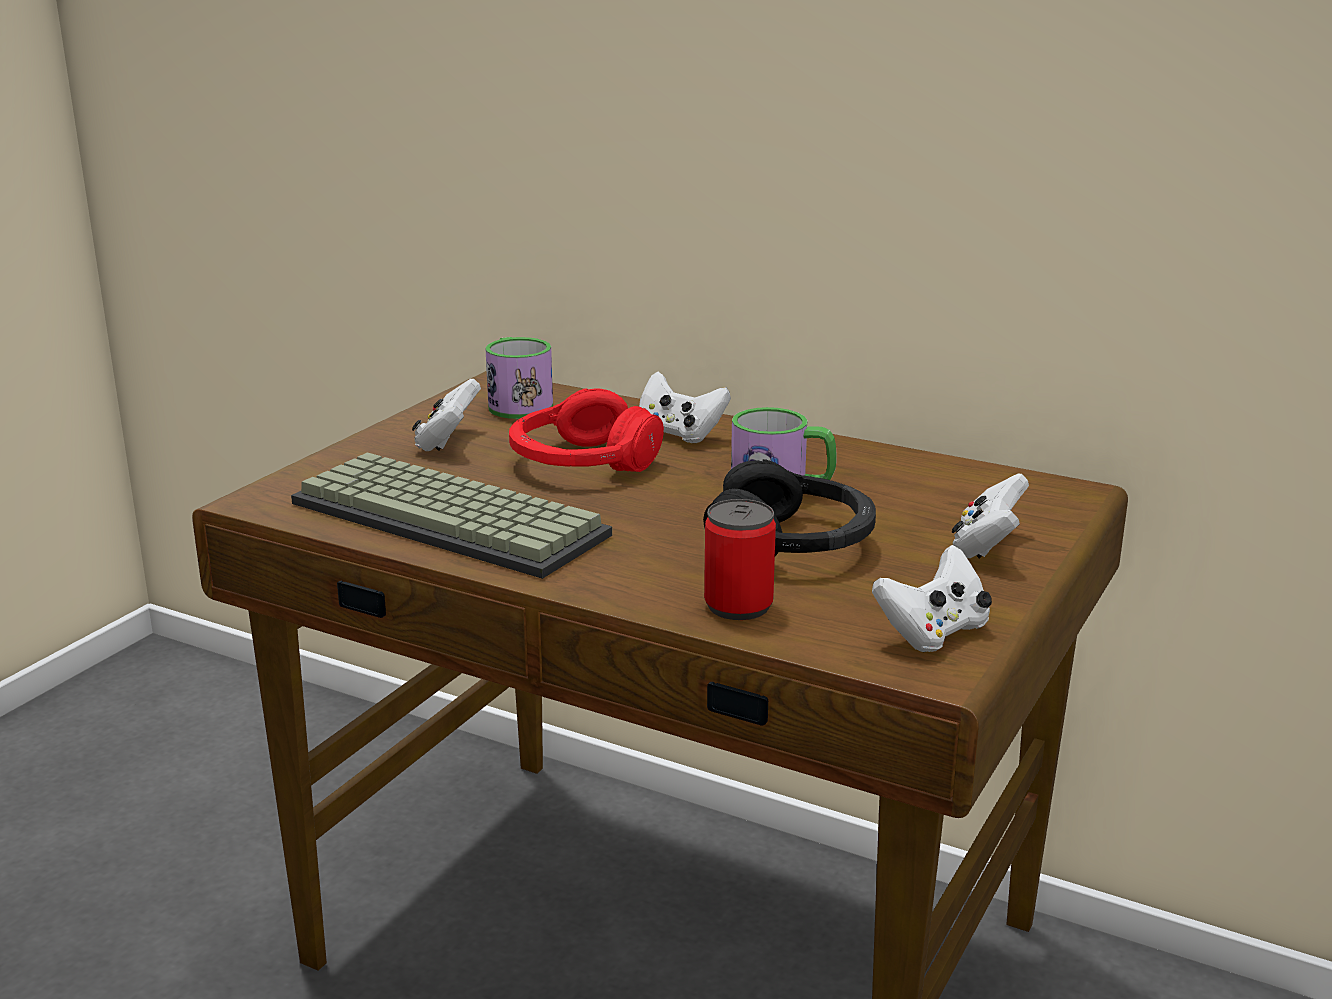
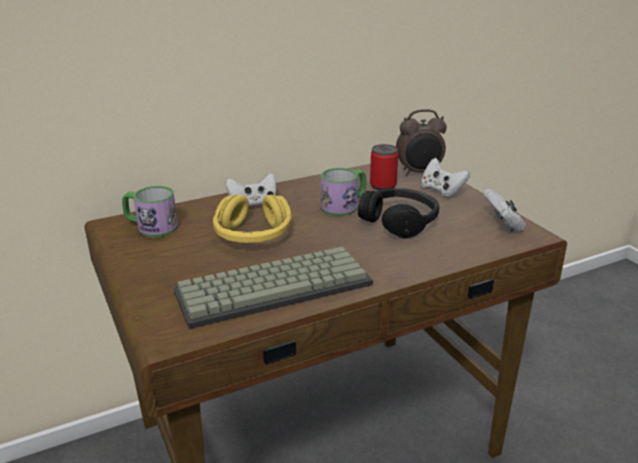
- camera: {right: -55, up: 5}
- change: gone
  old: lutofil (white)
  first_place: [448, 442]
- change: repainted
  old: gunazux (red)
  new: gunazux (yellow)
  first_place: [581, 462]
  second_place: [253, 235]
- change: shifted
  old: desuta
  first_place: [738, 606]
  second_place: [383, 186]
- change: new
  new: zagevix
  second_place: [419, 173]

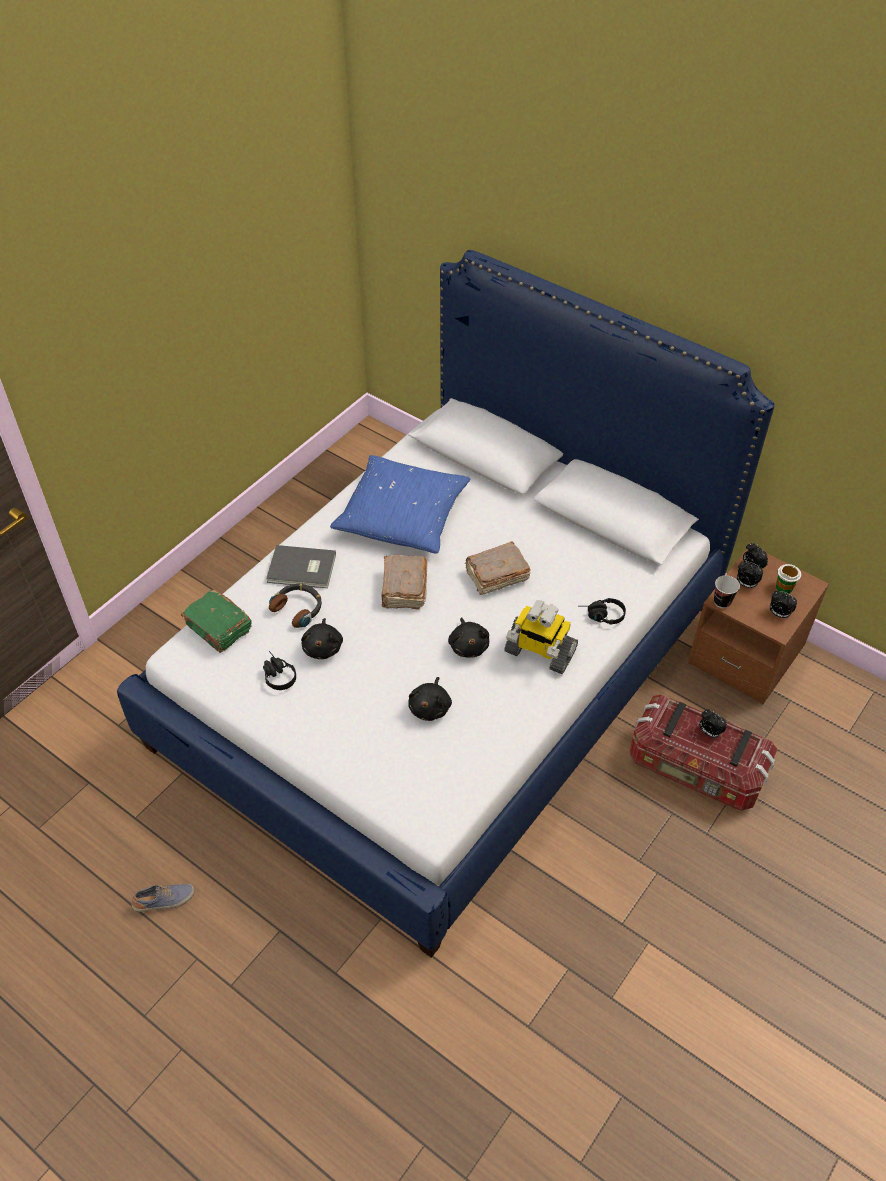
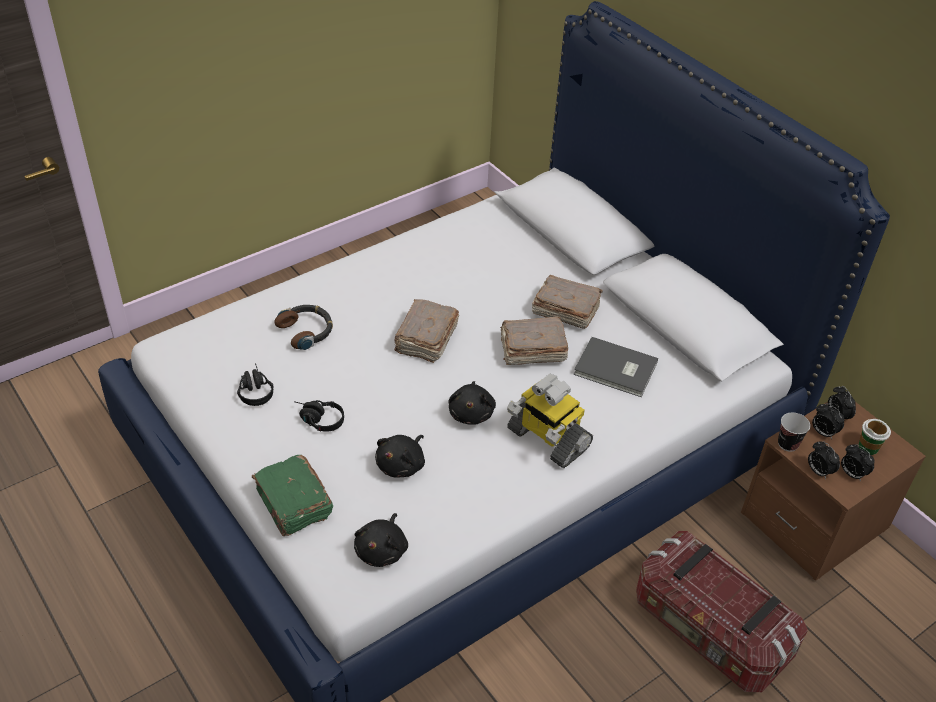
- camera: {right: 15, up: -5}
- change: gone
  old: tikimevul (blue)
  first_place: [402, 516]
- change: shifted
  old: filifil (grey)
  first_place: [302, 569]
  second_place: [616, 370]
- change: shifted
  old: filifil (green)
  first_place: [219, 628]
  second_place: [293, 504]
- change: shifted
  old: gunazux (black)
  first_place: [601, 616]
  second_place: [317, 420]
- change: shifted
  old: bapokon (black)
  first_place: [323, 647]
  second_place: [382, 550]
- change: shifted
  old: zagevix
  first_place: [709, 732]
  second_place: [818, 471]
- change: gone
  old: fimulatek
  first_place: [164, 901]
- change: new
  new: filifil (brown)
  second_place: [564, 310]

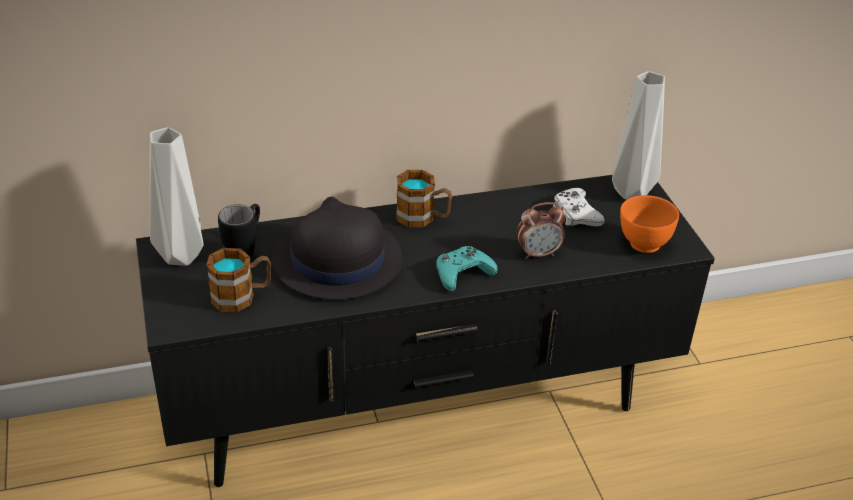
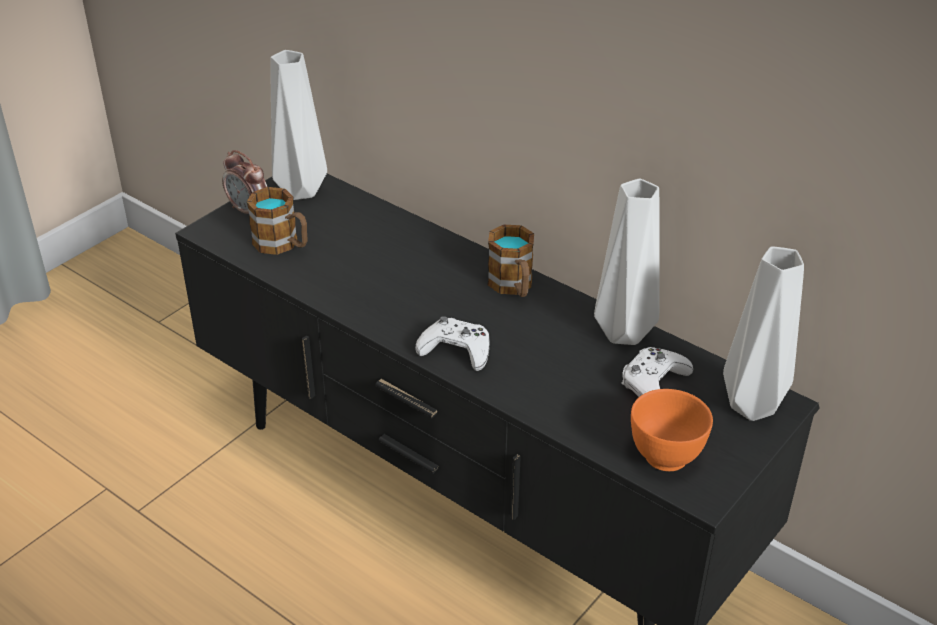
- camera: {right: 55, up: 0}
- change: gone
  old: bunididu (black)
  first_place: [336, 260]
- change: shifted
  old: zagevix
  first_place: [538, 253]
  second_place: [249, 211]
- change: gone
  old: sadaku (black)
  first_place: [245, 251]
- change: repainted
  old: lutofil (turquoise)
  new: lutofil (white)
  first_place: [462, 273]
  second_place: [456, 350]
- change: new
  new: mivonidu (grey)
  second_place: [622, 331]

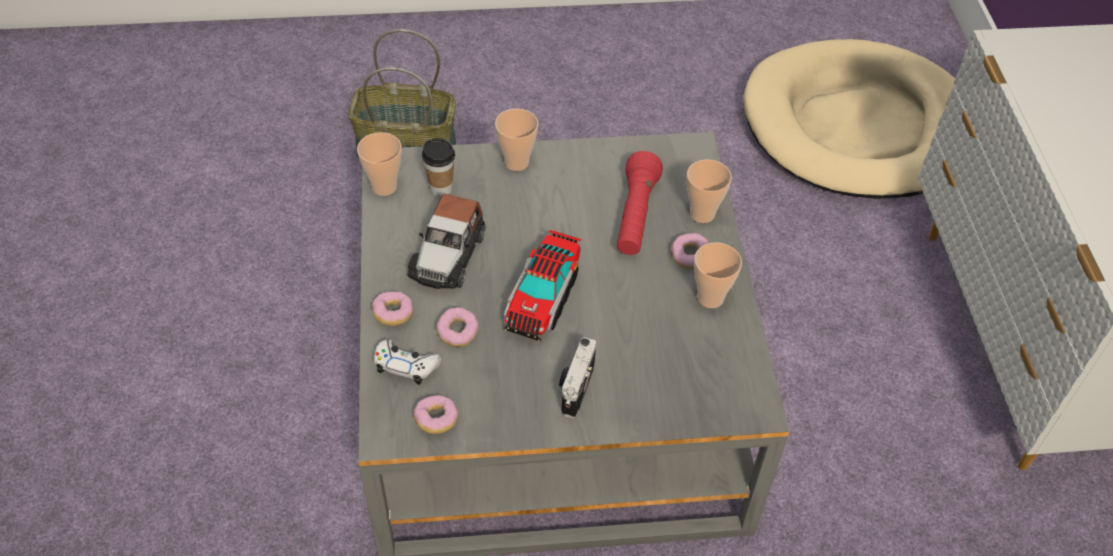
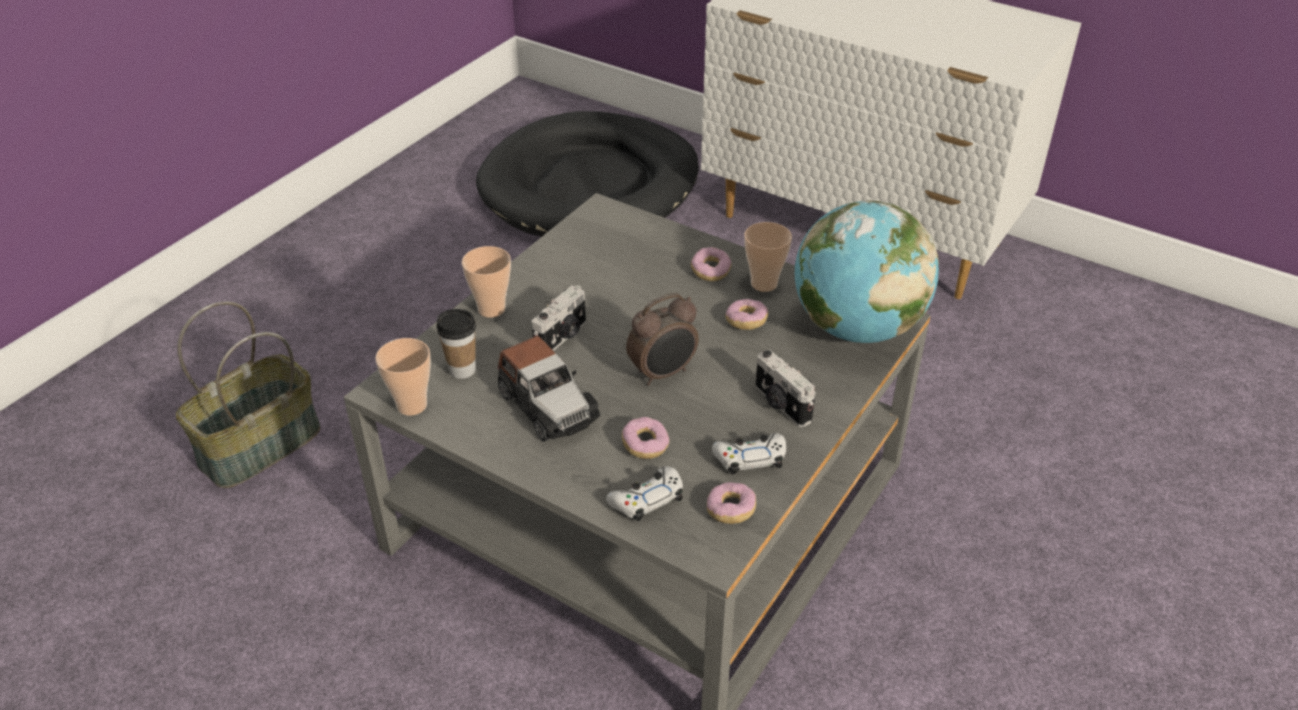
- camera: {right: -50, up: -10}
- change: repainted
  old: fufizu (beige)
  new: fufizu (black)
  first_place: [859, 127]
  second_place: [590, 185]
- change: gone
  old: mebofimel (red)
  first_place: [635, 216]
- change: gone
  old: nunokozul
  first_place: [702, 214]
- change: swapped
  old: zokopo
  new: zagevix
  first_place: [542, 298]
  second_place: [663, 373]
- change: shifted
  old: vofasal
  first_place: [393, 314]
  second_place: [746, 322]
- change: new
  new: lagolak
  second_place: [856, 327]
- change: new
  new: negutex
  second_place: [562, 337]
- change: new
  new: lutofil (white)
  second_place: [750, 458]

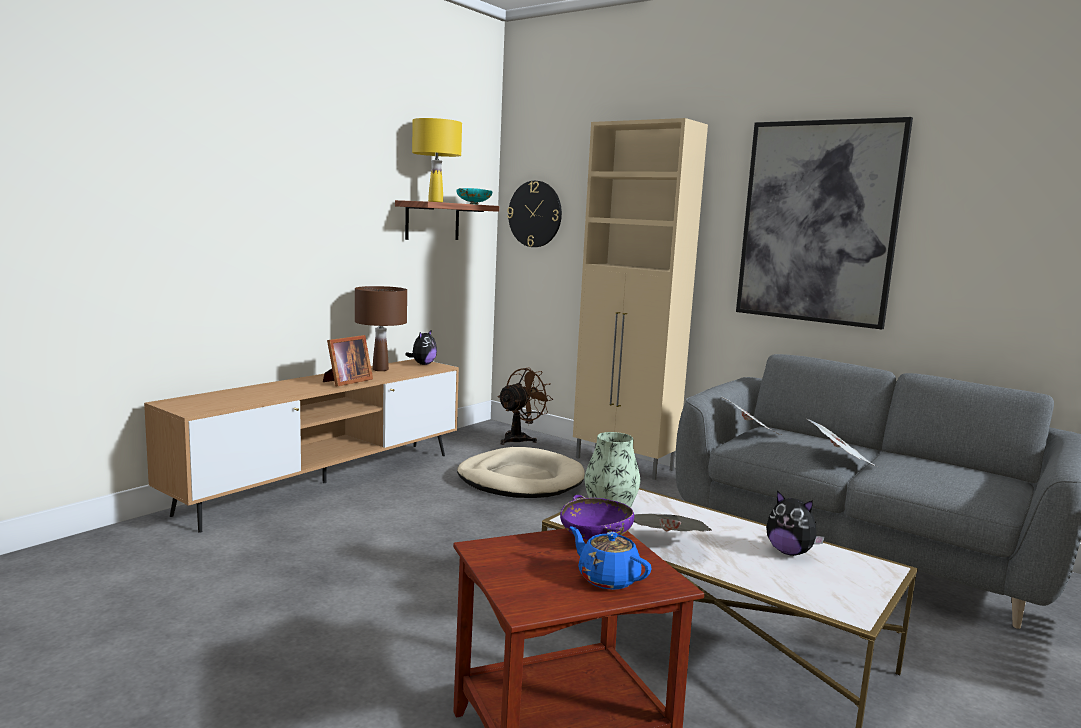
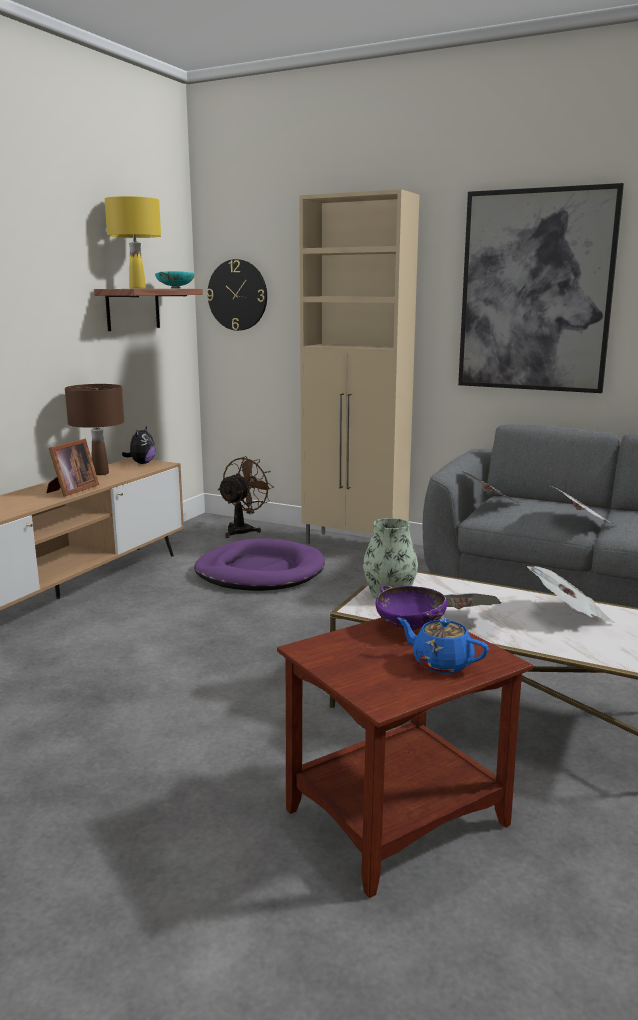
- camera: {right: -10, up: 5}
- change: repainted
  old: fufizu (beige)
  new: fufizu (purple)
  first_place: [520, 479]
  second_place: [260, 572]
- change: swapped
  old: bapokon
  new: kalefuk
  first_place: [789, 552]
  second_place: [568, 615]

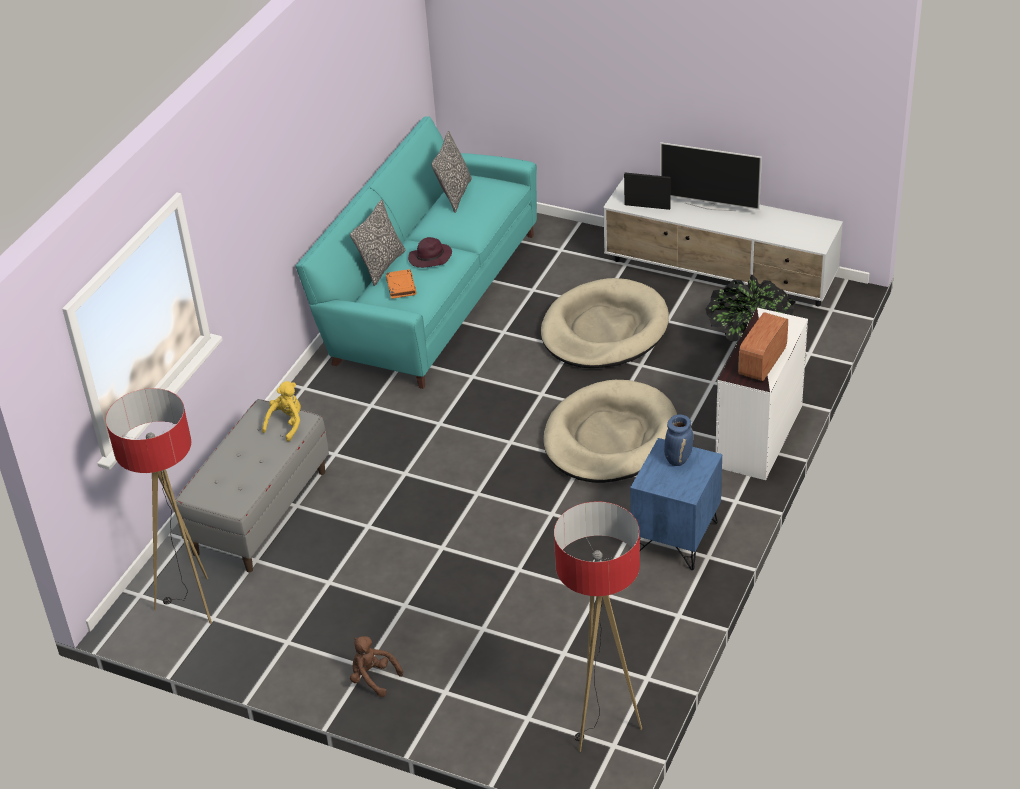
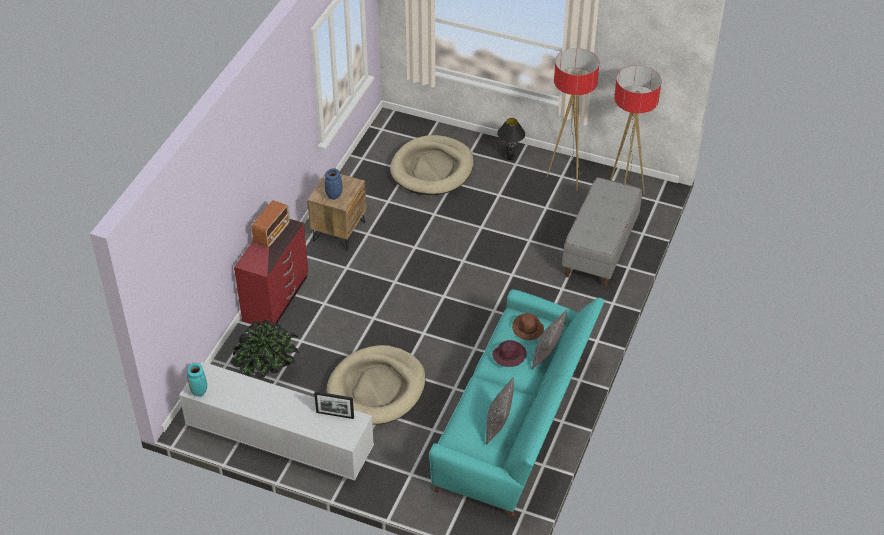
- camera: {right: 175, up: 5}
- change: gone
  old: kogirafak
  first_place: [710, 206]
- change: swapped
  old: filifil (orange)
  new: bunididu (brown)
  first_place: [400, 286]
  second_place: [528, 329]
- change: repainted
  old: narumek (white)
  new: narumek (red)
  first_place: [758, 436]
  second_place: [276, 298]
- change: shifted
  old: fufizu (beige)
  first_place: [610, 438]
  second_place: [432, 169]
- change: gone
  old: bapokon (yellow)
  first_place: [287, 424]
- change: repainted
  old: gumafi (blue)
  new: gumafi (brown)
  first_place: [676, 538]
  second_place: [338, 231]
- change: shifted
  old: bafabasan
  first_place: [602, 726]
  second_place: [567, 178]
- change: swapped
  old: bapokon (brown)
  new: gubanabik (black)
  first_place: [373, 678]
  second_place: [510, 158]
- change: new
  new: mivonidu (turquoise)
  second_place: [199, 392]

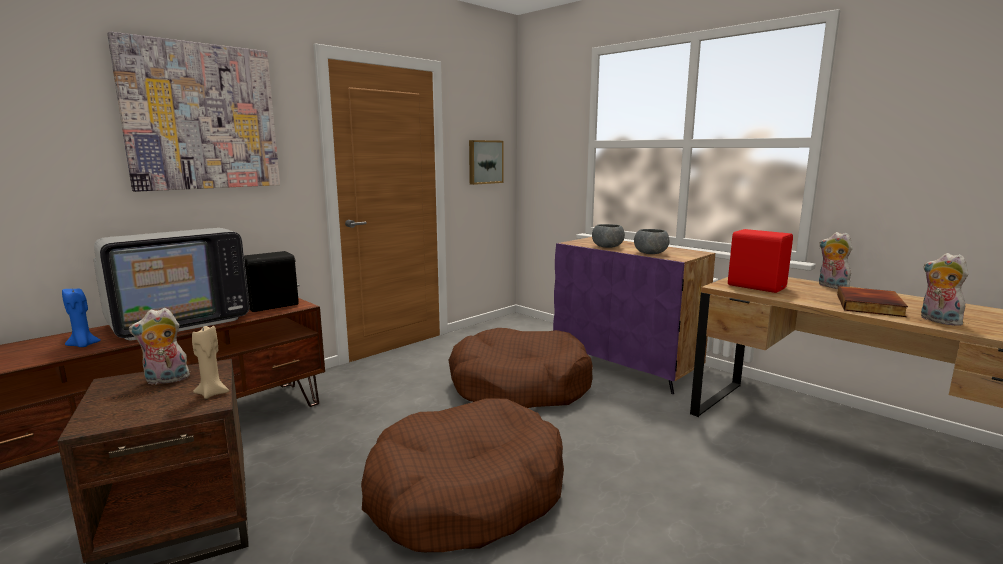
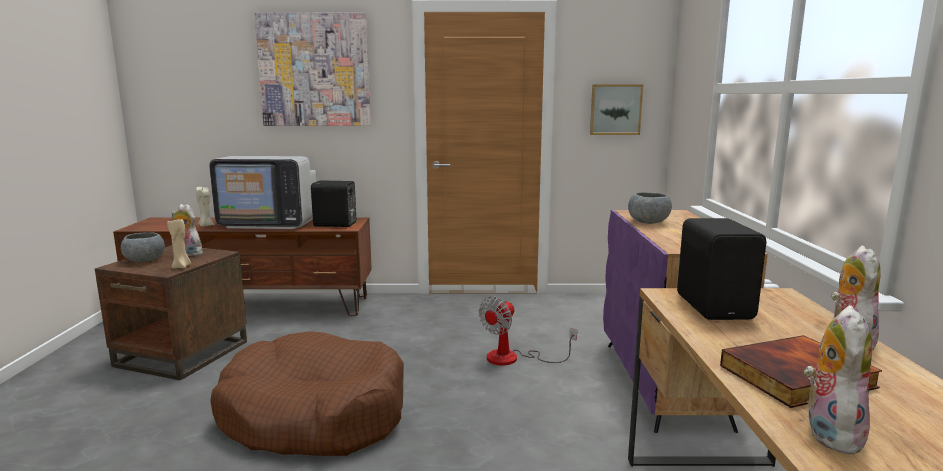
- camera: {right: 45, up: 0}
- change: shifted
  old: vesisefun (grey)
  first_place: [650, 253]
  second_place: [145, 261]
- change: repainted
  old: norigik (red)
  new: norigik (black)
  first_place: [756, 286]
  second_place: [715, 306]
- change: repainted
  old: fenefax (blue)
  new: fenefax (beige)
  first_place: [83, 345]
  second_place: [205, 225]
- change: swapped
  old: fufizu (brown)
  new: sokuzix
  first_place: [519, 385]
  second_place: [514, 358]

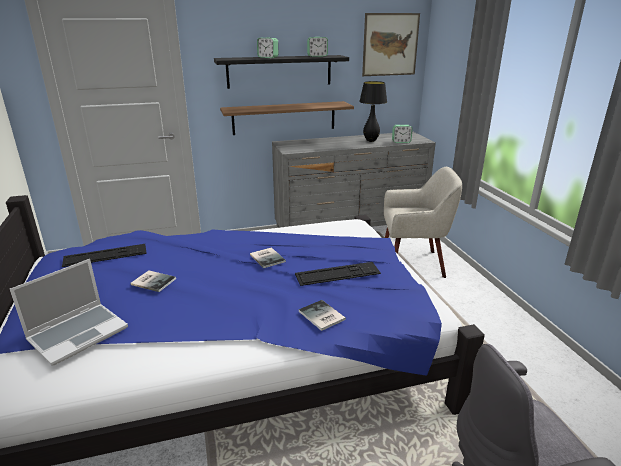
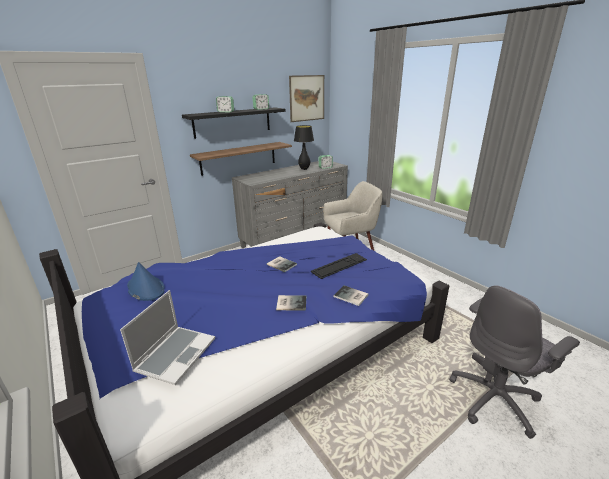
- camera: {right: -20, up: 0}
- change: swapped
  old: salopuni
  new: bunididu (blue)
  first_place: [105, 255]
  second_place: [145, 288]
- change: shifted
  old: filifil
  first_place: [153, 281]
  second_place: [290, 303]

